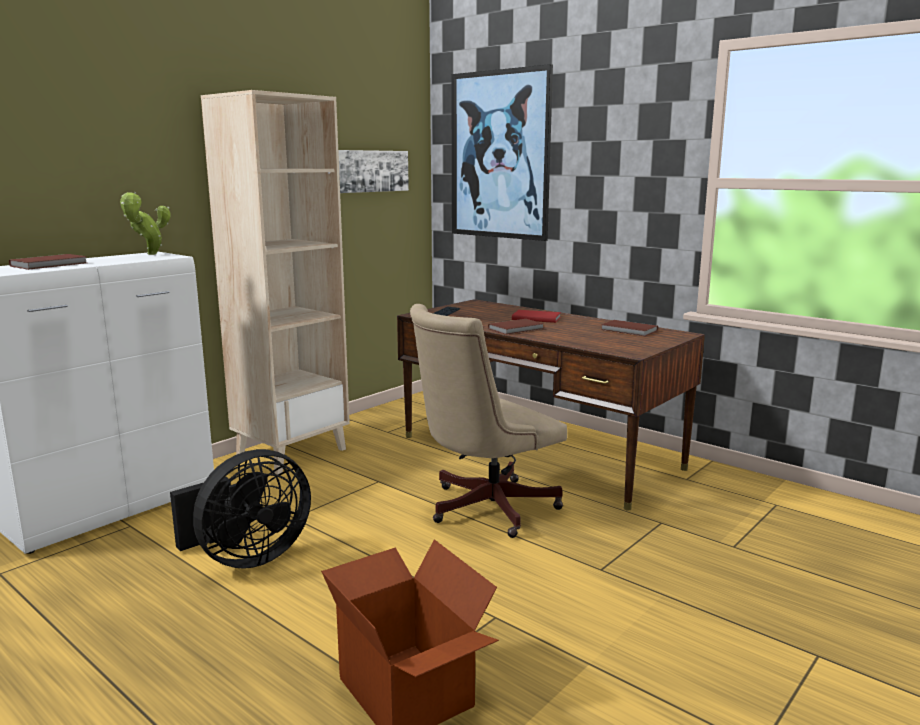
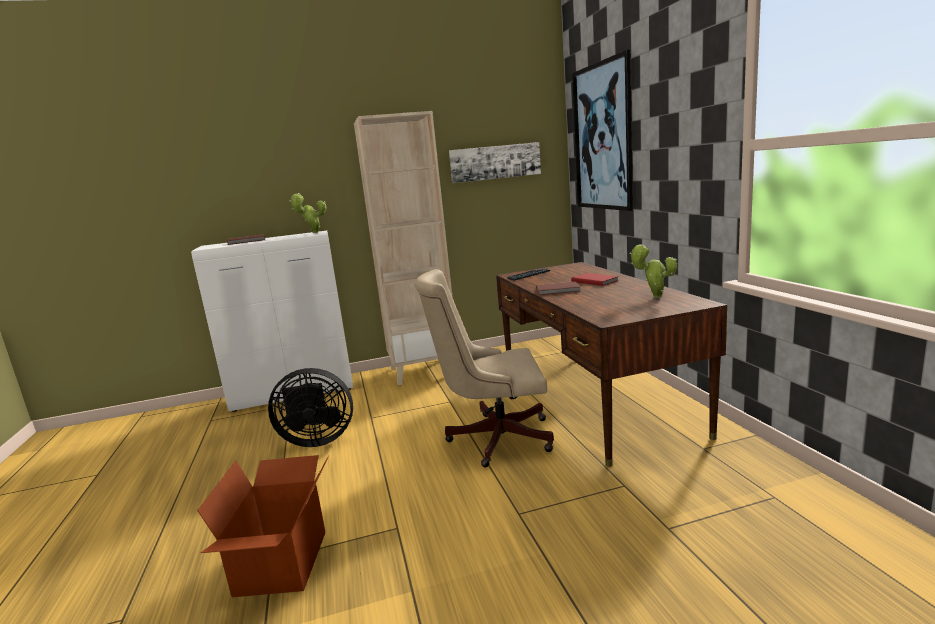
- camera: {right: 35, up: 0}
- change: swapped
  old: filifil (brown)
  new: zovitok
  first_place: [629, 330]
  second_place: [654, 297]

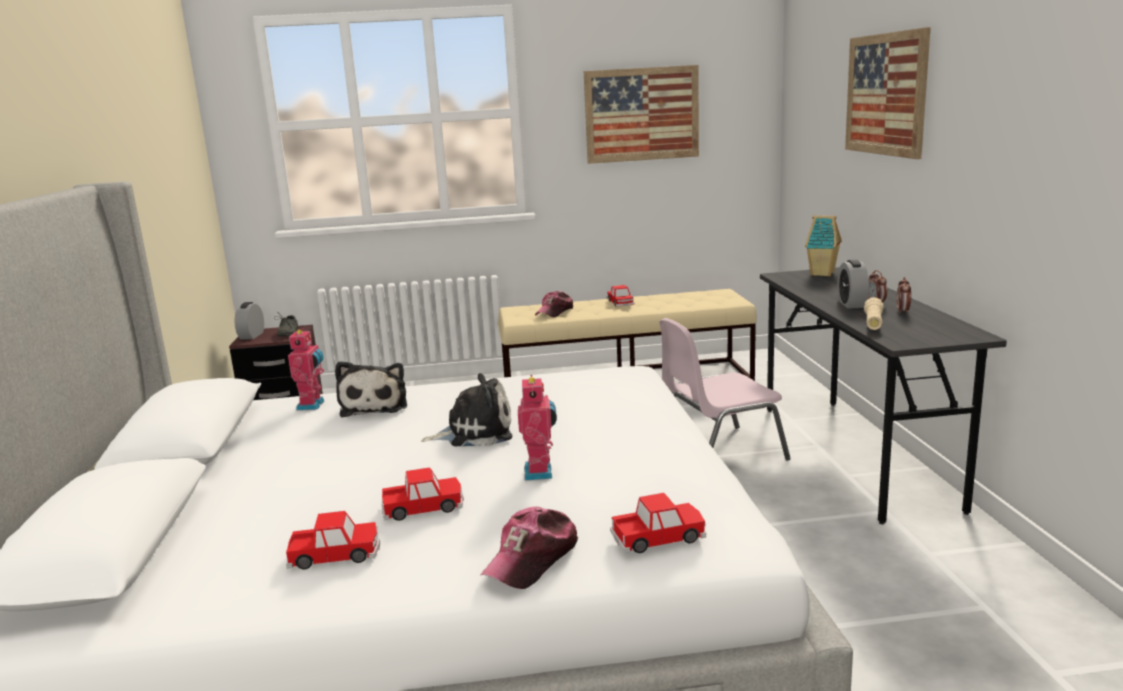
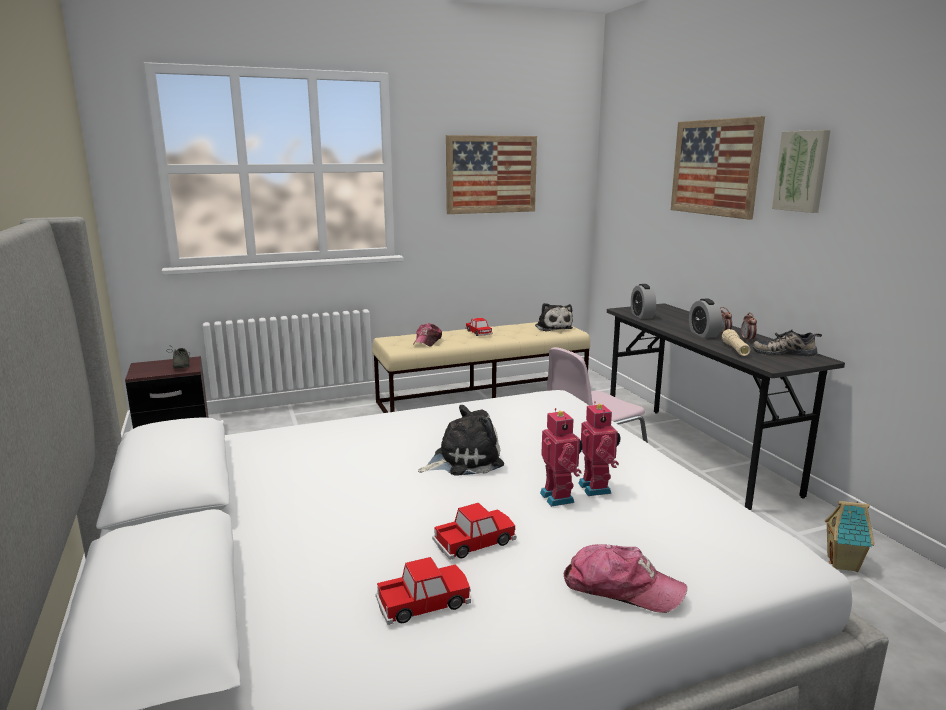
- camera: {right: -15, up: 0}
- change: shifted
  old: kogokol
  first_place: [823, 274]
  second_place: [843, 564]
- change: shifted
  old: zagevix
  first_place: [252, 336]
  second_place: [642, 316]
- change: shifted
  old: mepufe
  first_place: [312, 405]
  second_place: [597, 488]
- change: shifted
  old: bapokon
  first_place: [375, 406]
  second_place: [553, 327]
- change: gone
  old: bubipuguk
  first_place: [658, 537]
- change: rotated
  old: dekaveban
  first_place: [532, 559]
  second_place: [621, 588]
  degrees: -90
- change: new
  new: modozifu
  second_place: [802, 171]
- change: new
  new: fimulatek
  second_place: [784, 352]

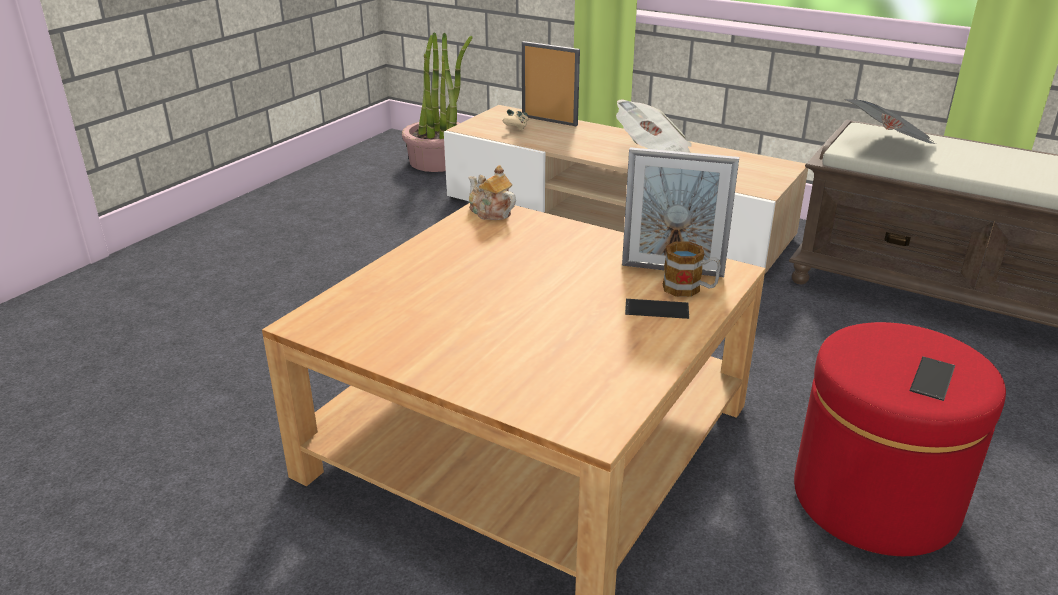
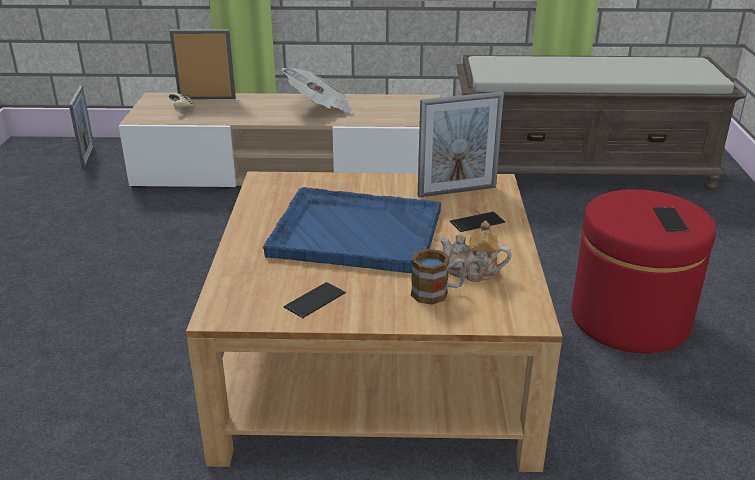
- camera: {right: -30, up: 0}
- change: swapped
  old: zovitok
  new: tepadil
  first_place: [438, 161]
  second_place: [88, 157]
- change: gone
  old: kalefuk
  first_place: [888, 147]
- change: shifted
  old: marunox
  first_place: [490, 212]
  second_place: [472, 272]
- change: shifted
  old: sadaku
  first_place: [689, 289]
  second_place: [437, 293]
- change: new
  new: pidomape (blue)
  second_place: [354, 232]
- change: new
  new: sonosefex
  second_place: [315, 300]

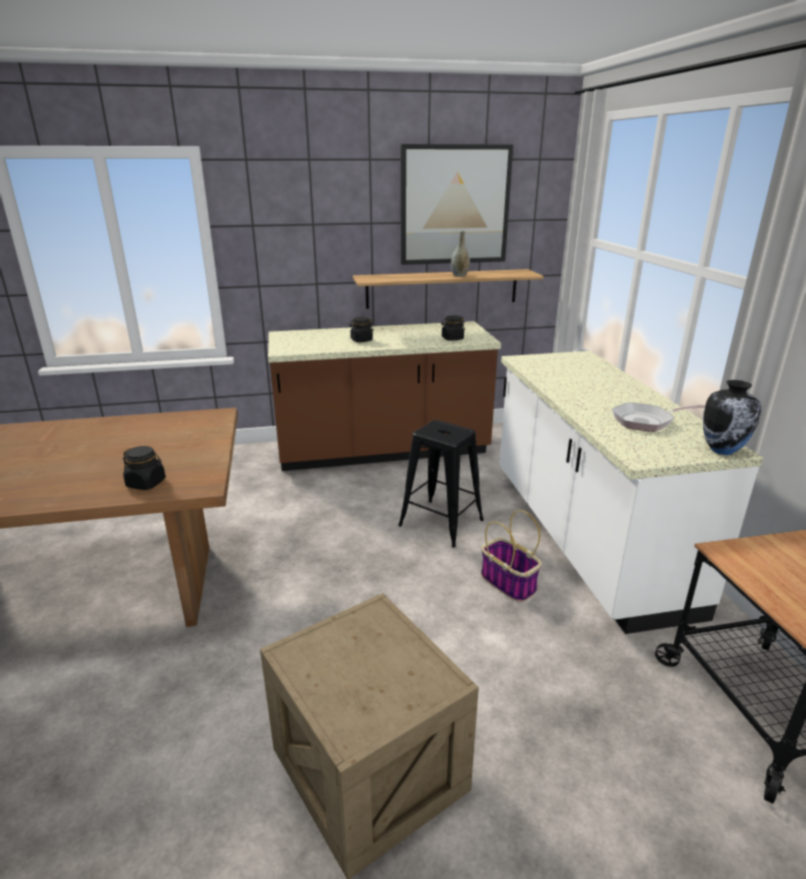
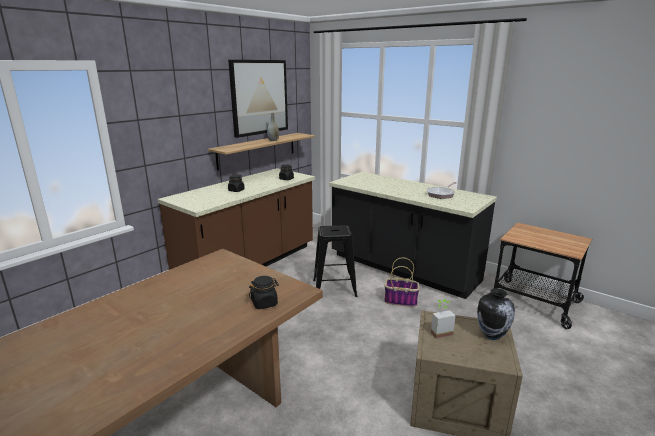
- camera: {right: -40, up: -5}
- change: repainted
  old: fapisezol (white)
  new: fapisezol (black)
  first_place: [583, 538]
  second_place: [402, 268]
- change: shifted
  old: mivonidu
  first_place: [722, 450]
  second_place: [492, 335]
- change: new
  new: zovitok
  second_place: [439, 331]

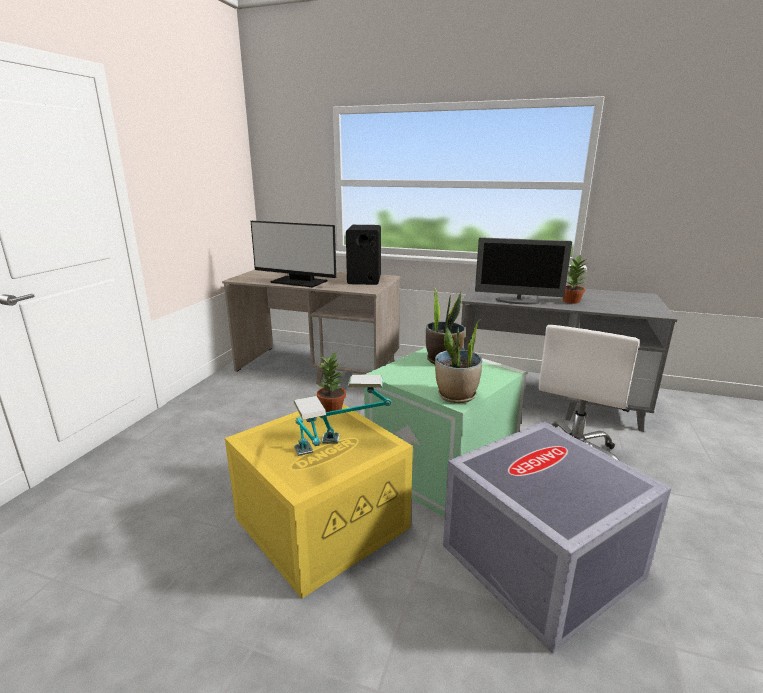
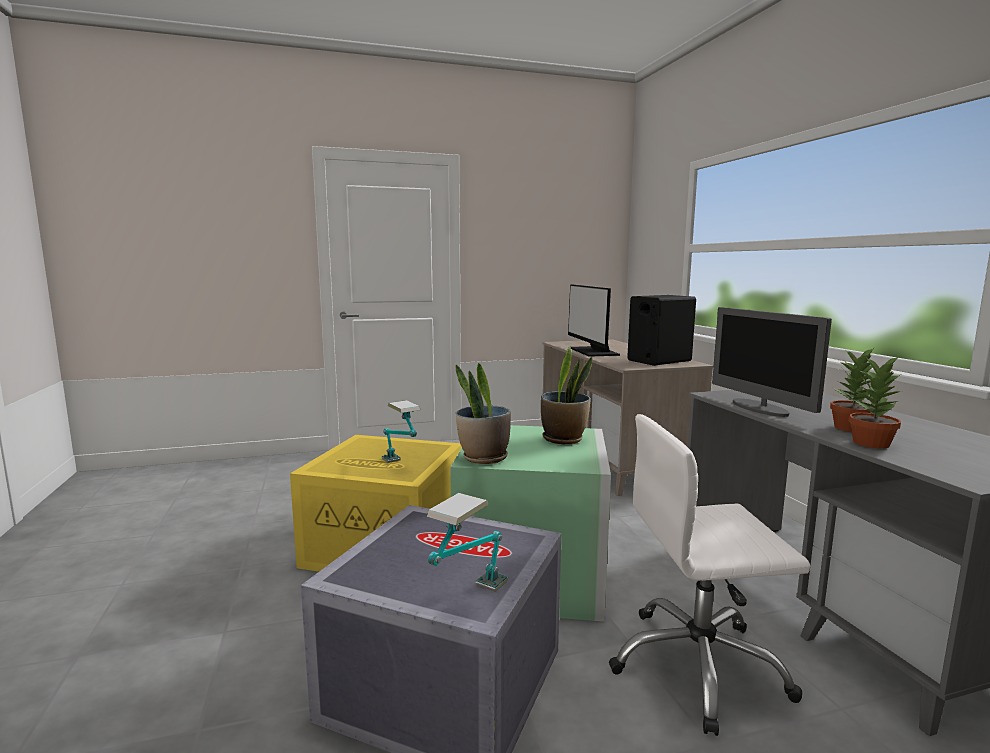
- camera: {right: 55, up: -10}
- change: shifted
  old: zovitok
  first_place: [332, 408]
  second_place: [872, 444]
- change: shifted
  old: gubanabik
  first_place: [310, 464]
  second_place: [469, 602]

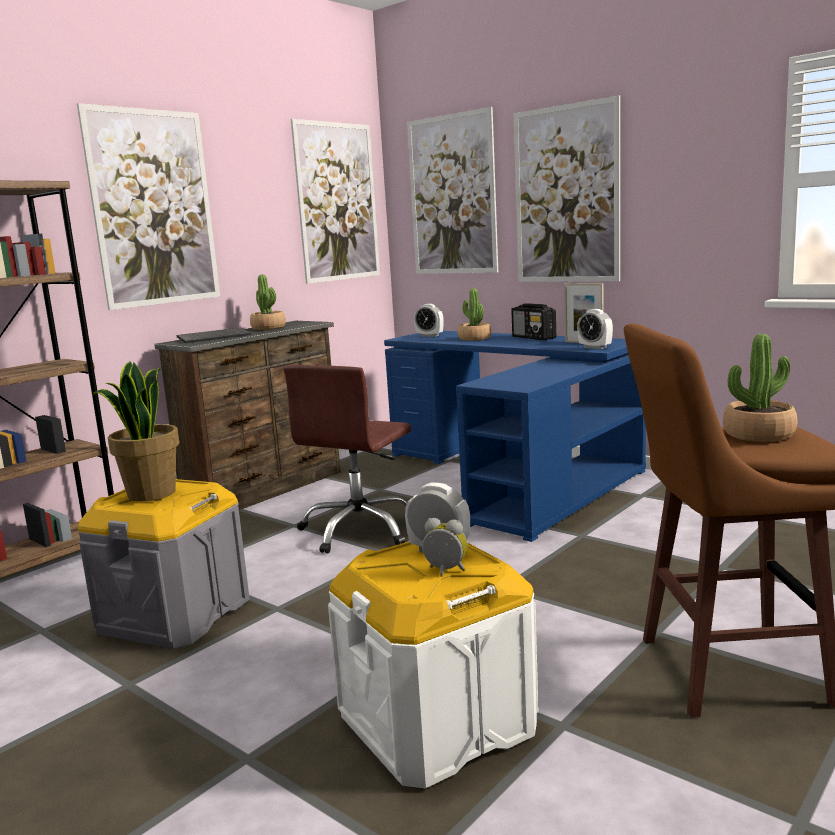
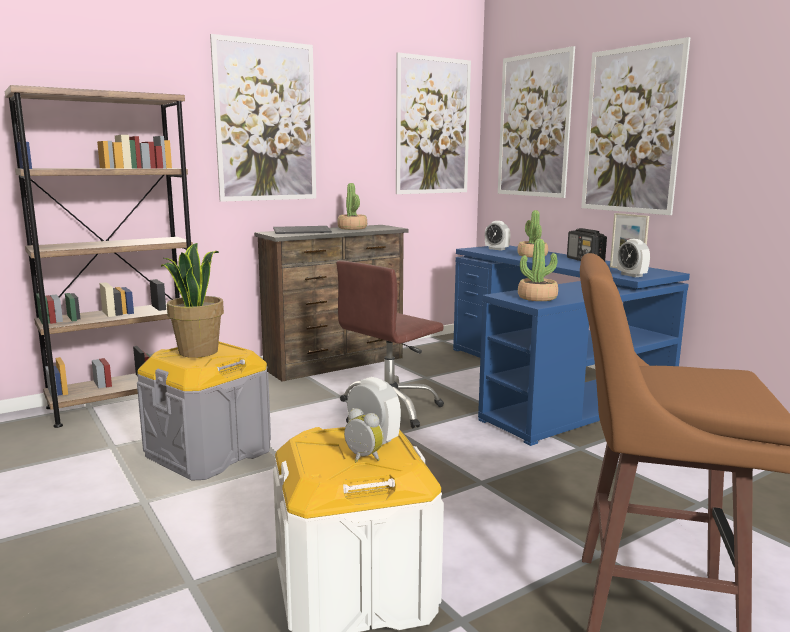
- camera: {right: 15, up: 0}
- change: shifted
  old: zovitok
  first_place: [758, 434]
  second_place: [537, 298]

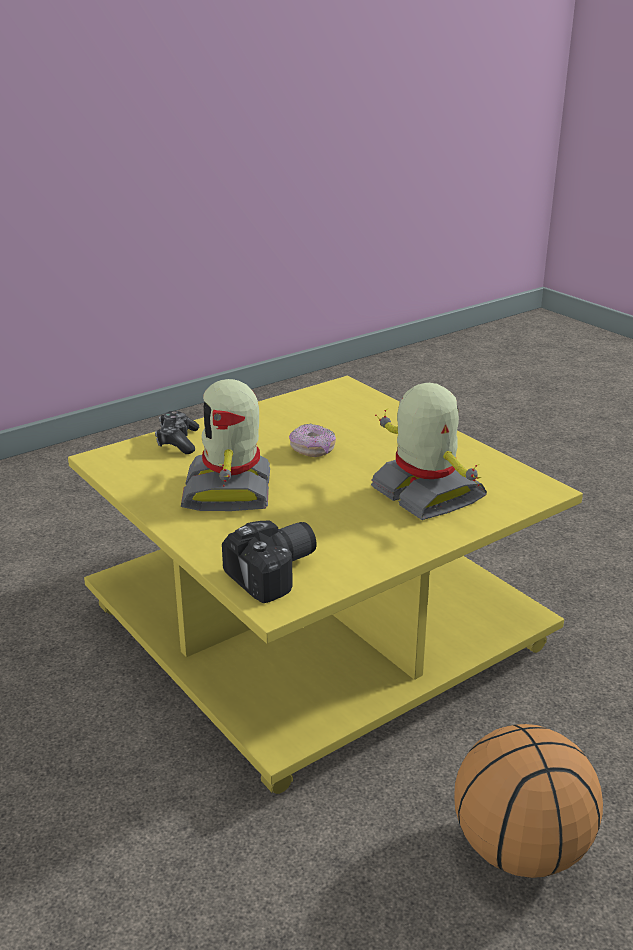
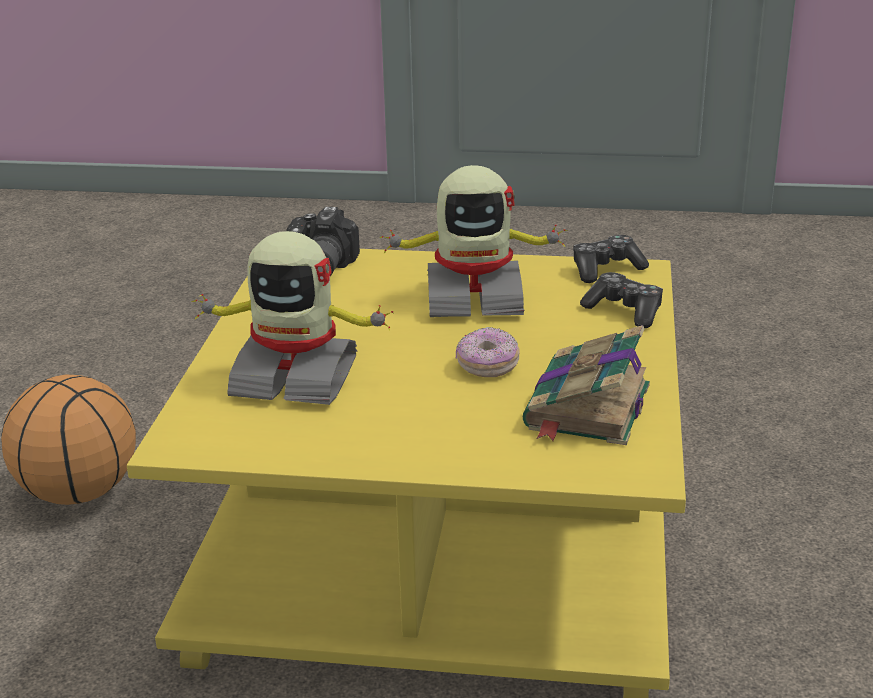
- camera: {right: 135, up: 0}
- change: rotated
  old: mepufe
  first_place: [230, 491]
  second_place: [474, 298]
  degrees: 135
- change: new
  new: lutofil
  second_place: [606, 269]
- change: new
  new: filifil
  second_place: [587, 408]

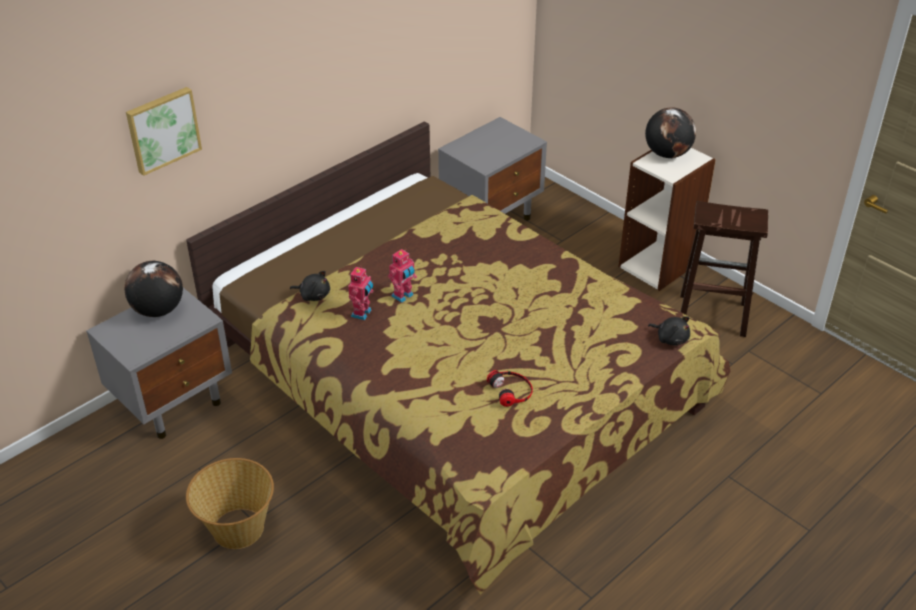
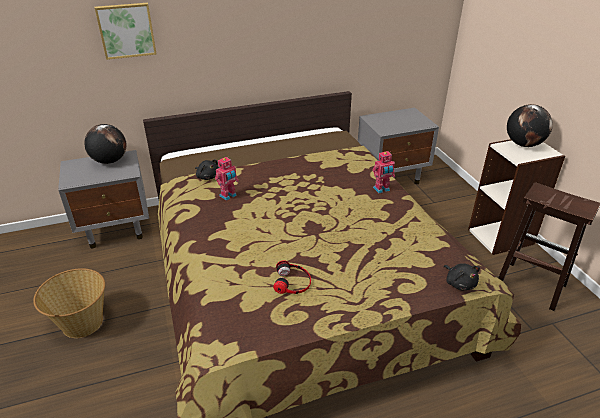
- camera: {right: 25, up: -5}
- change: shifted
  old: mepufe
  first_place: [403, 296]
  second_place: [382, 189]

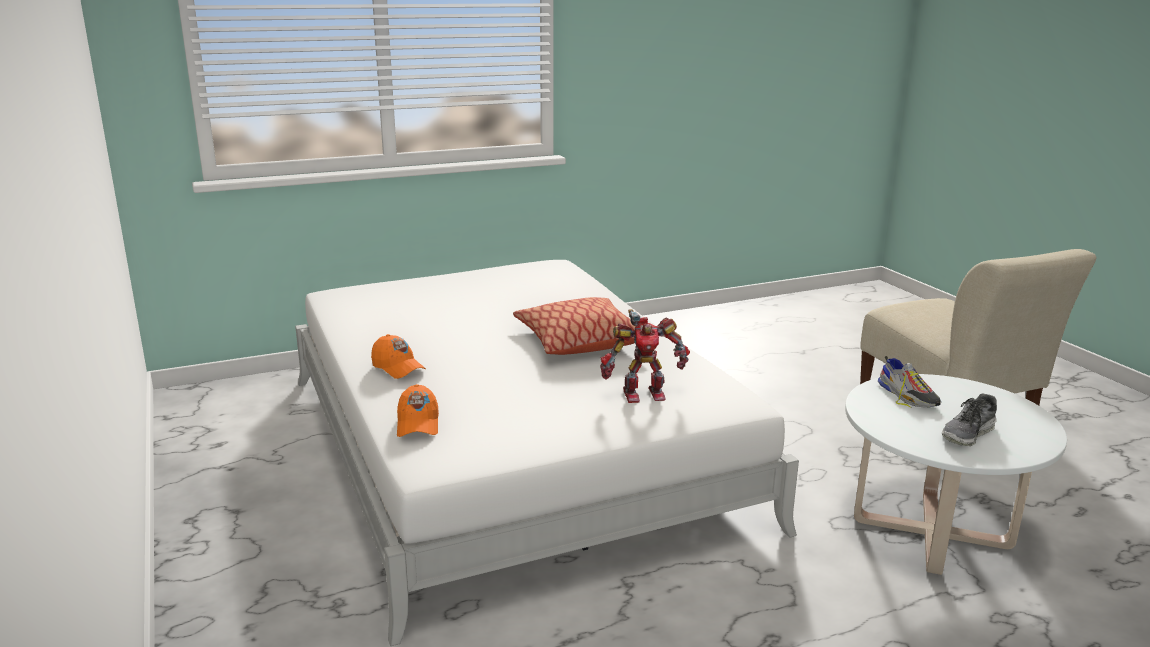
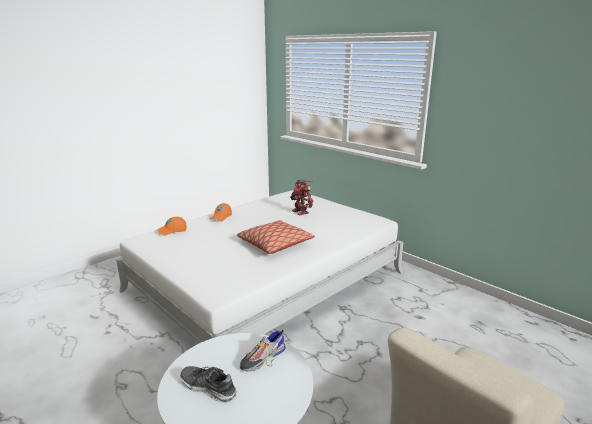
- camera: {right: 70, up: 0}
- change: shifted
  old: mepufe
  first_place: [642, 393]
  second_place: [301, 211]

